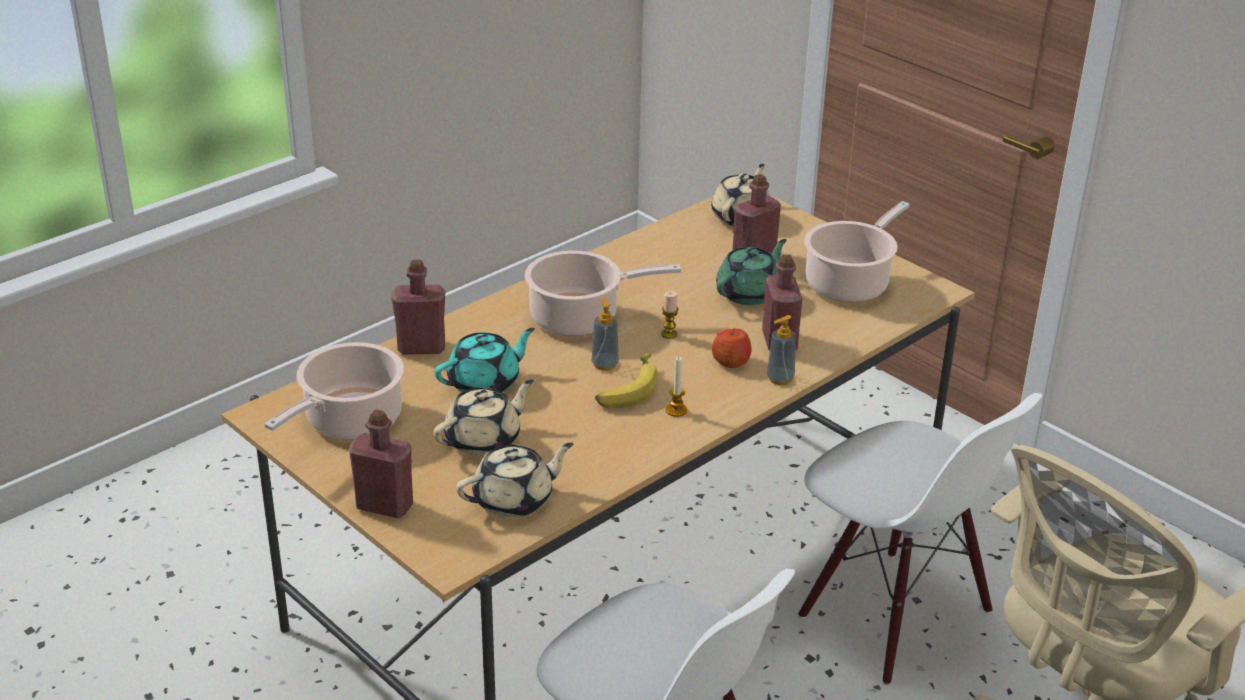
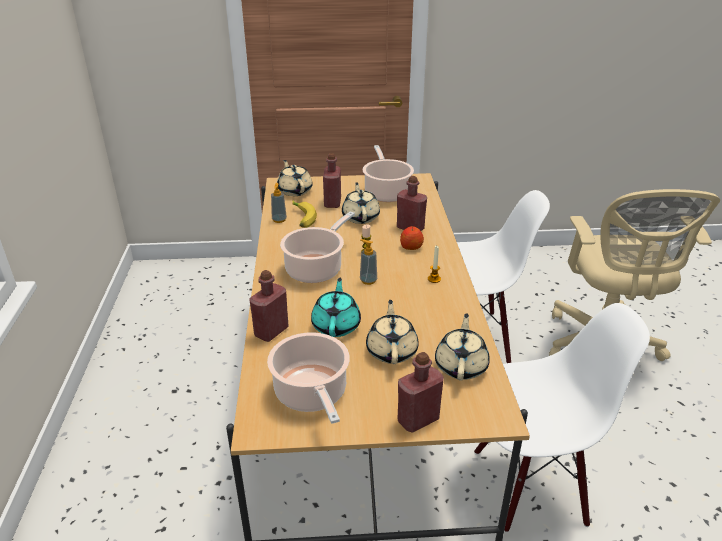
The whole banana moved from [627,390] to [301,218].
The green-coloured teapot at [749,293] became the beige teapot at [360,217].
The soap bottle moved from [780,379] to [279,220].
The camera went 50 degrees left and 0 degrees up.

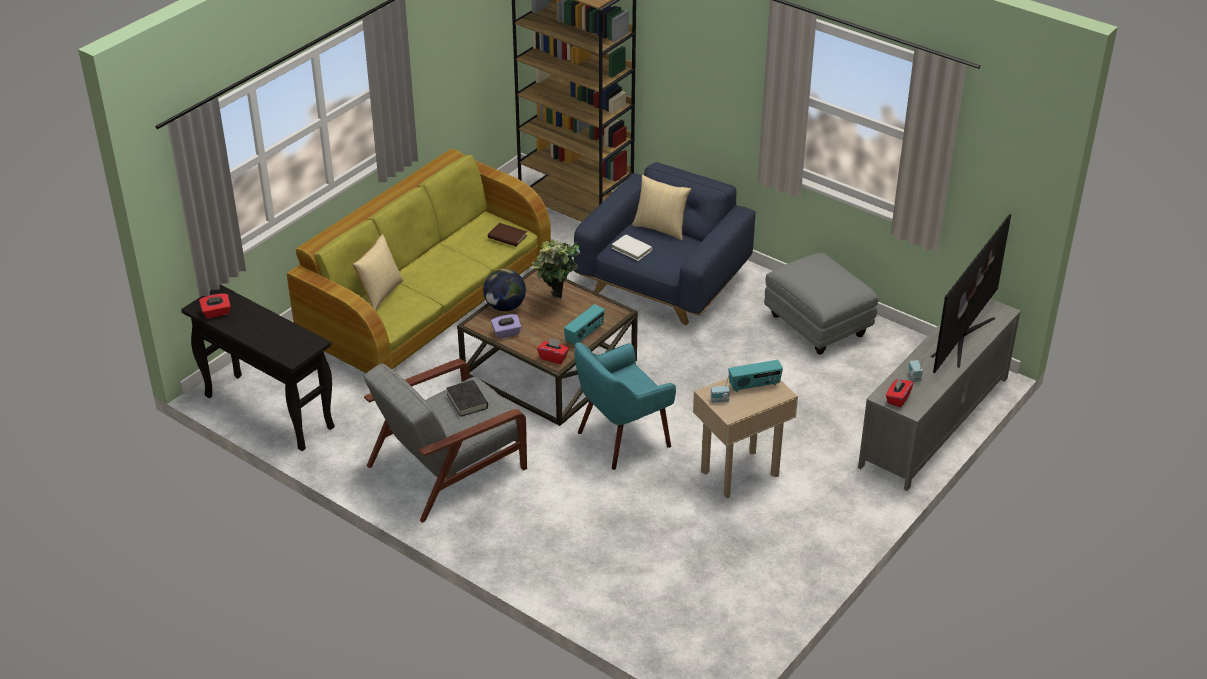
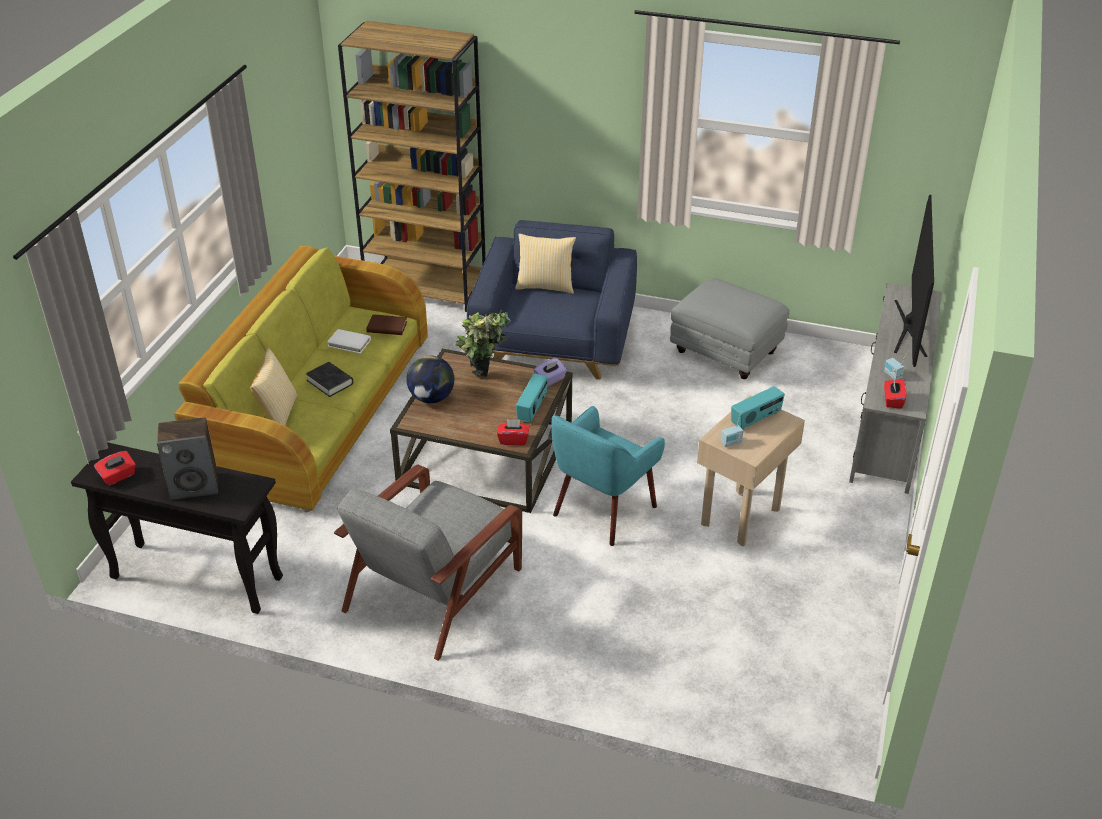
The blackish volume moved from [467,401] to [330,382].
The purplish tissue holder moved from [506,333] to [550,380].
The white volume moved from [632,249] to [349,343].
The audio speaker at [195,485] appeared.
The camera went 20 degrees left and 0 degrees up.

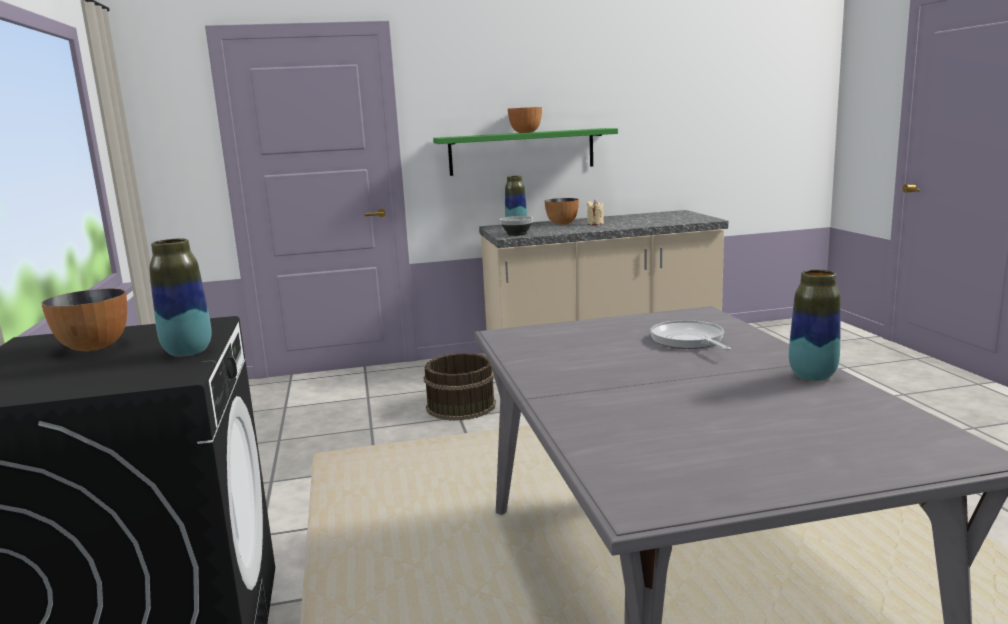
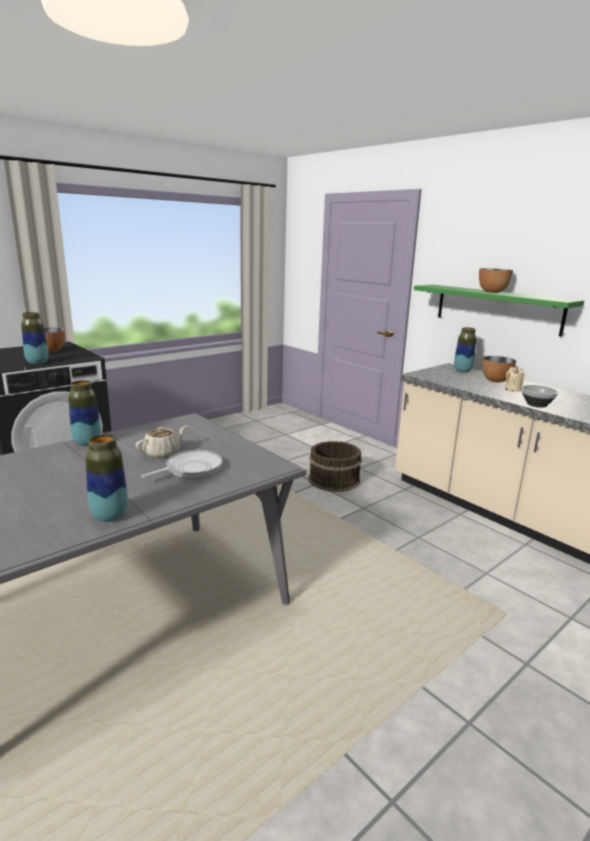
The serving bowl moved from [517,234] to [536,405].
The flower vase at [87,443] appeared.
The beige teapot at [162,453] appeared.
The camera went 60 degrees right and 5 degrees up.

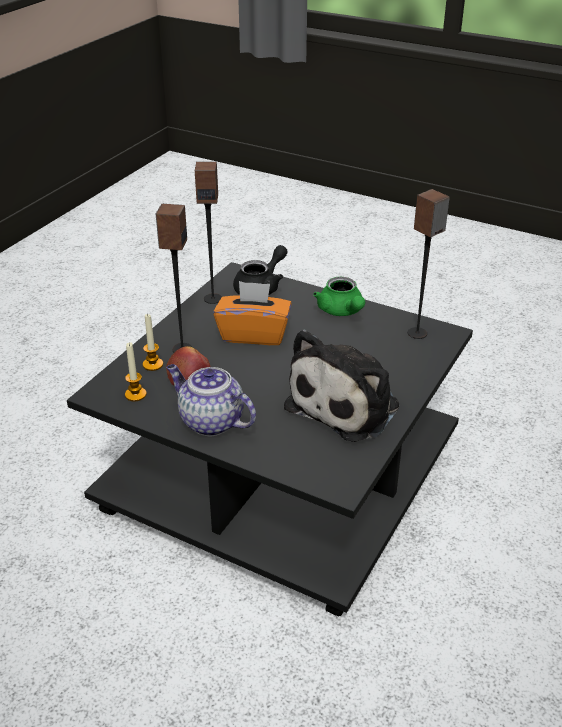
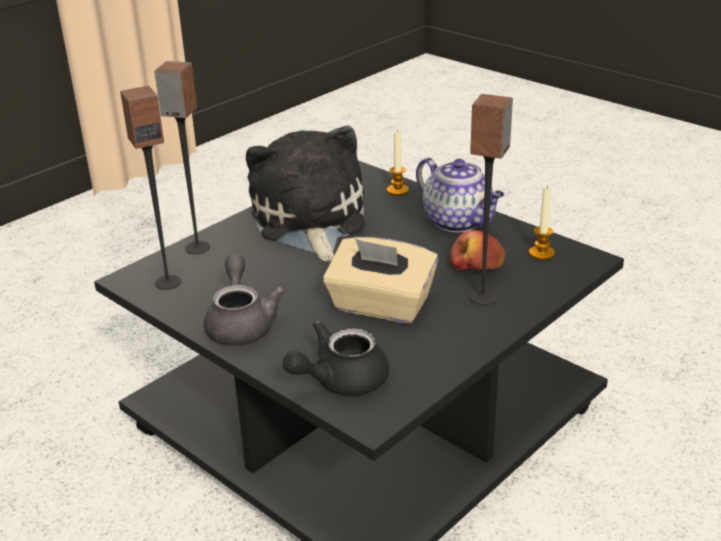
The wax light moved from [153,364] to [397,190].
The audio speaker moved from [213,298] to [197,248].
The orange tissue holder at [254,334] became the beige tissue holder at [380,306].
The plush toy at [347,404] turned 60 degrees counterclockwise.
The green-coloured teapot at [342,311] became the gray teapot at [241,324].
The camera went 165 degrees left and 5 degrees down.

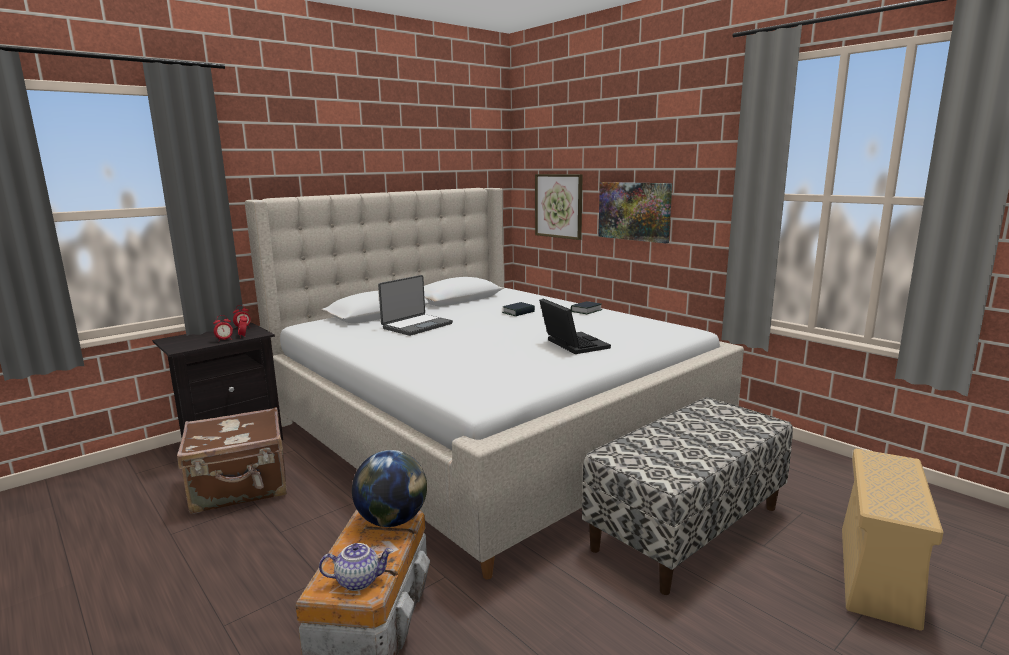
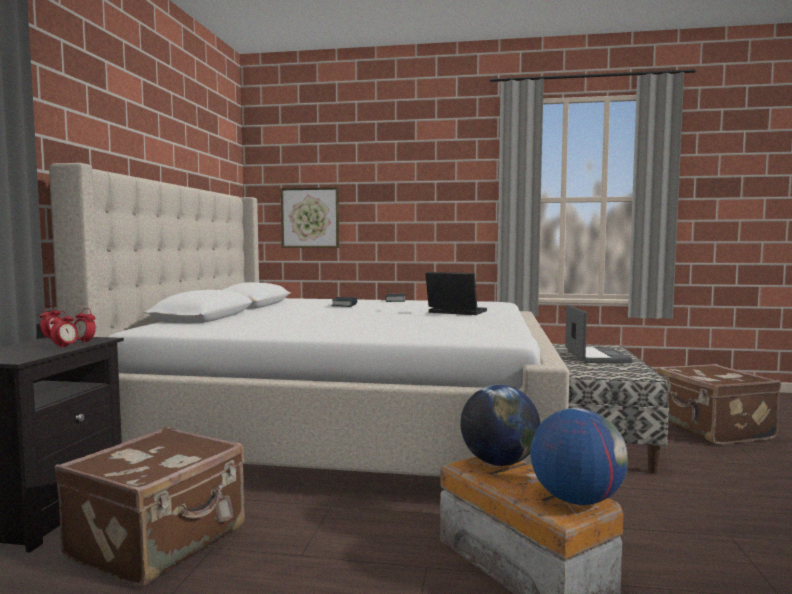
The teapot at [358,580] was replaced by the world globe at [576,500].
The laptop moved from [416,326] to [595,357].
The picture at [634,211] disappeared.
The beige storage bin at [878,576] was replaced by the brown-coloured piece of luggage at [712,430].
The camera went 40 degrees left and 10 degrees down.

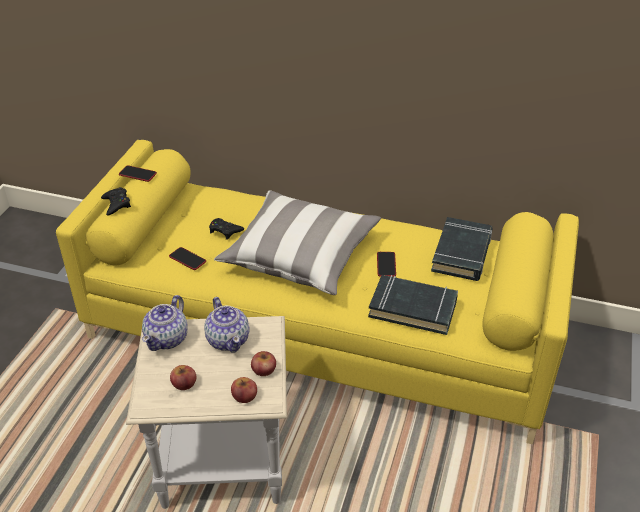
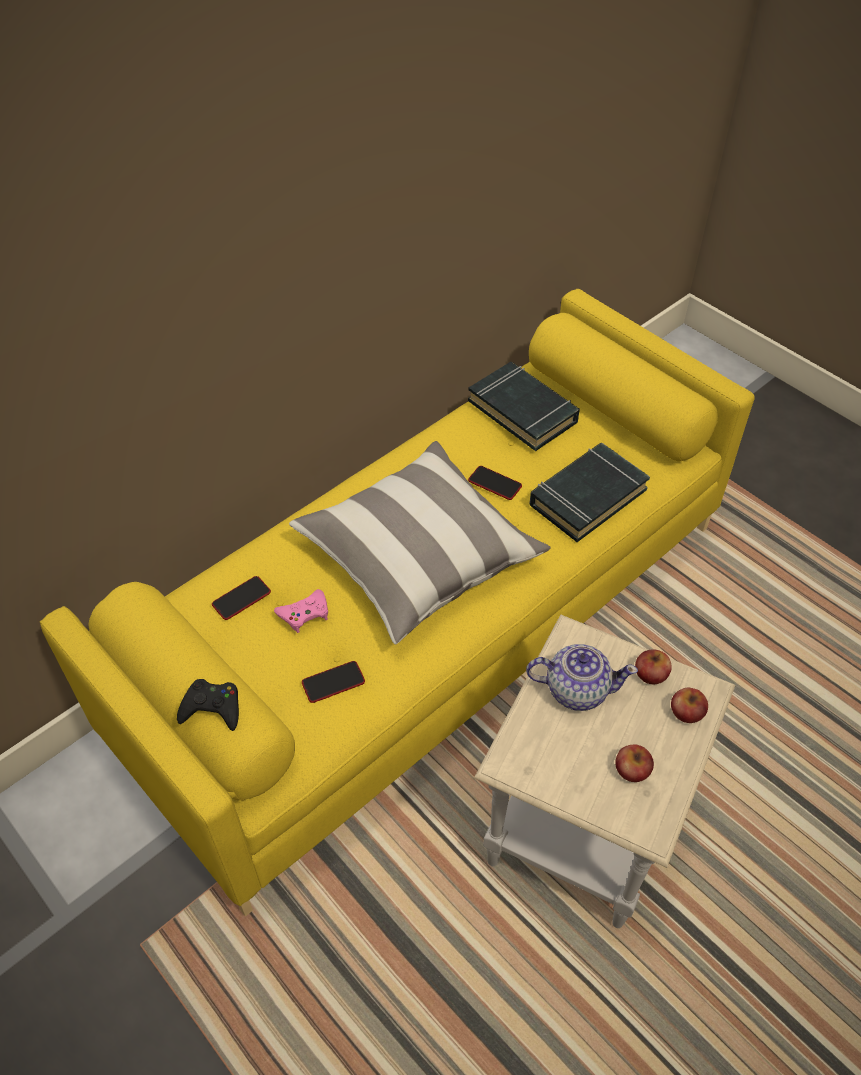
The handset moved from [137,174] to [241,598].
The teapot at [167,338] disappeared.
The blackish joypad at [225,231] became the pink-coloured joypad at [304,613].
The camera went 60 degrees left and 10 degrees up.

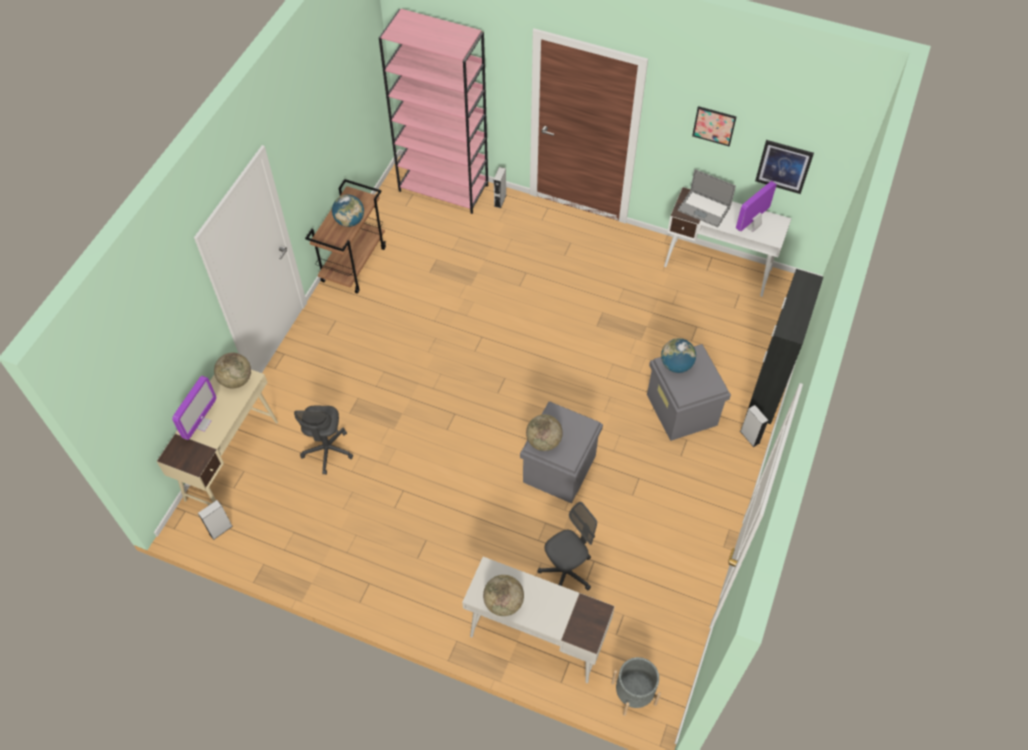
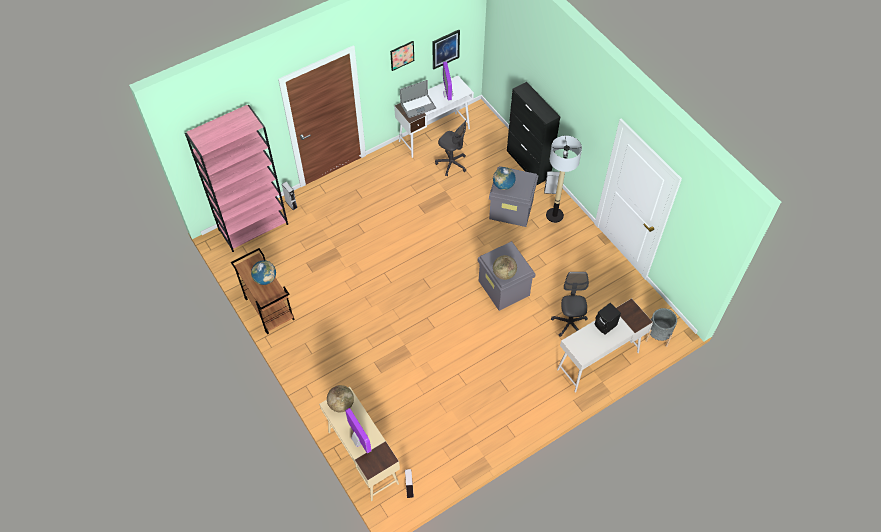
The gray computer chair moved from [328,451] to [451,164].
The world globe at [503,602] disappeared.
The standing lamp at [554,215] appeared.
The blackish audio speaker at [606,325] appeared.
The camera went 55 degrees left and 0 degrees up.

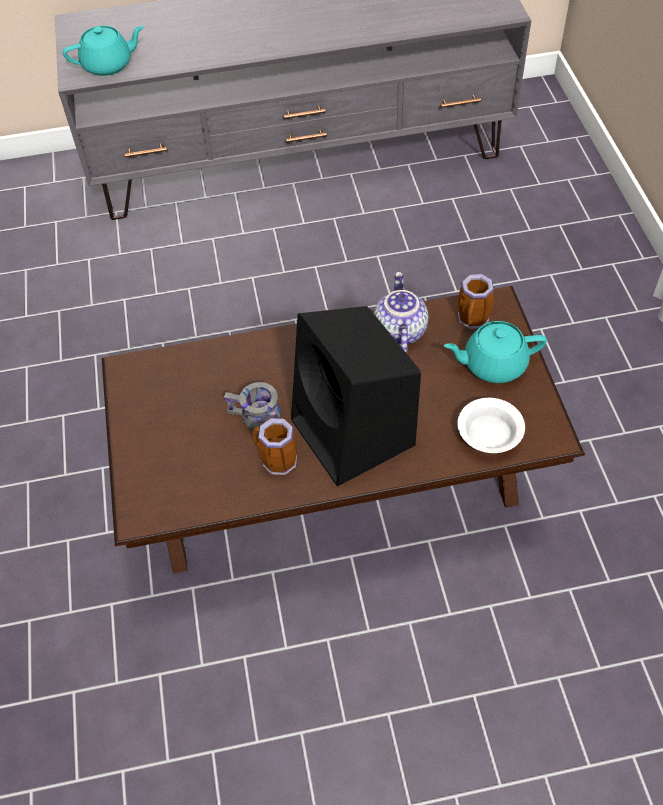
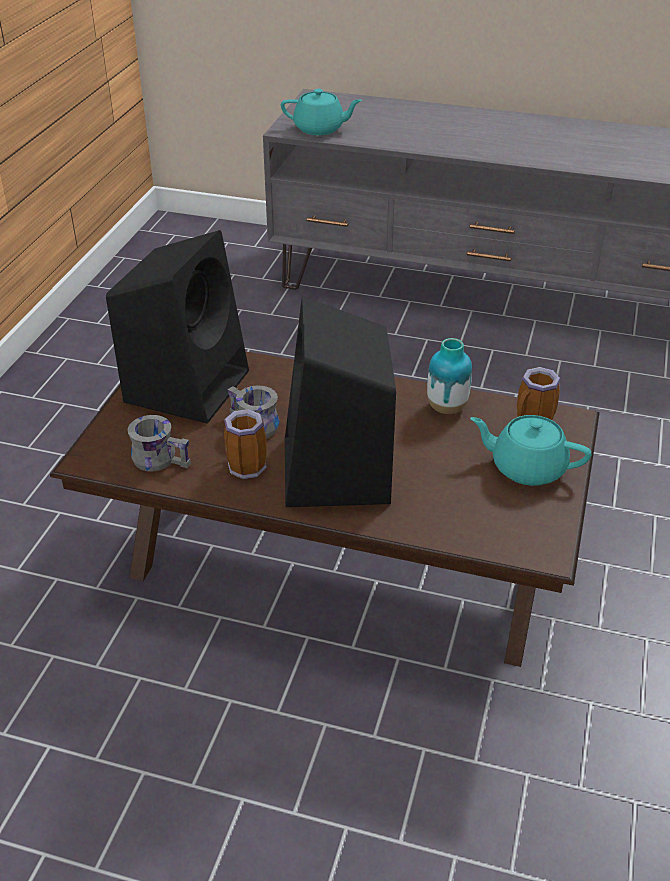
The teapot at [398,331] was replaced by the flower vase at [446,408].
The white serving bowl at [488,436] disappeared.
The blackish audio speaker at [188,384] appeared.
The gray tea mug at [162,458] appeared.
The camera went 25 degrees right and 15 degrees down.

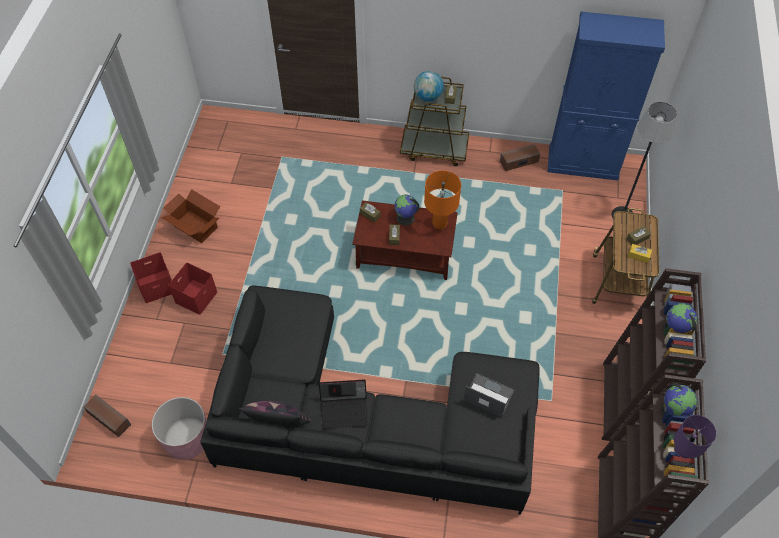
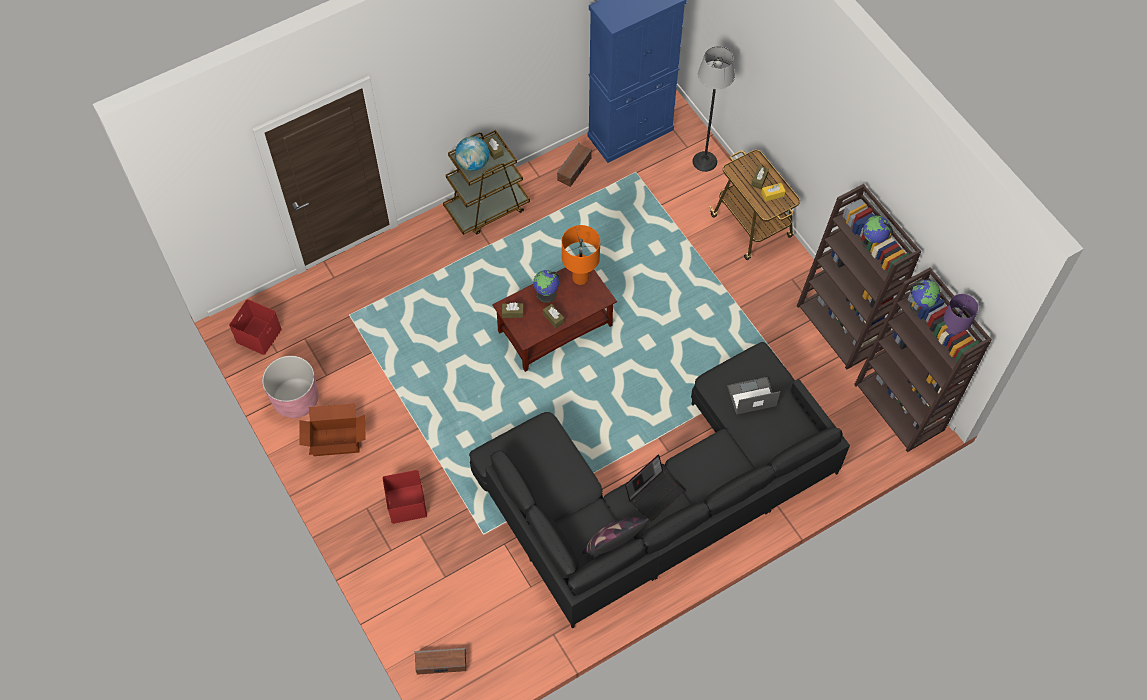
The red storage bin moved from [157,285] to [258,334].
The pink-coloured plant pot moved from [187,439] to [296,399].
The camera went 40 degrees left and 5 degrees up.

